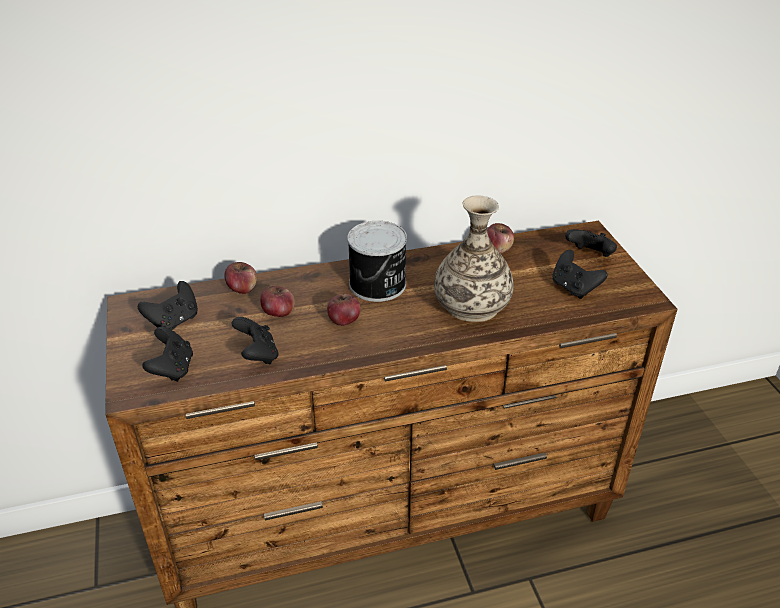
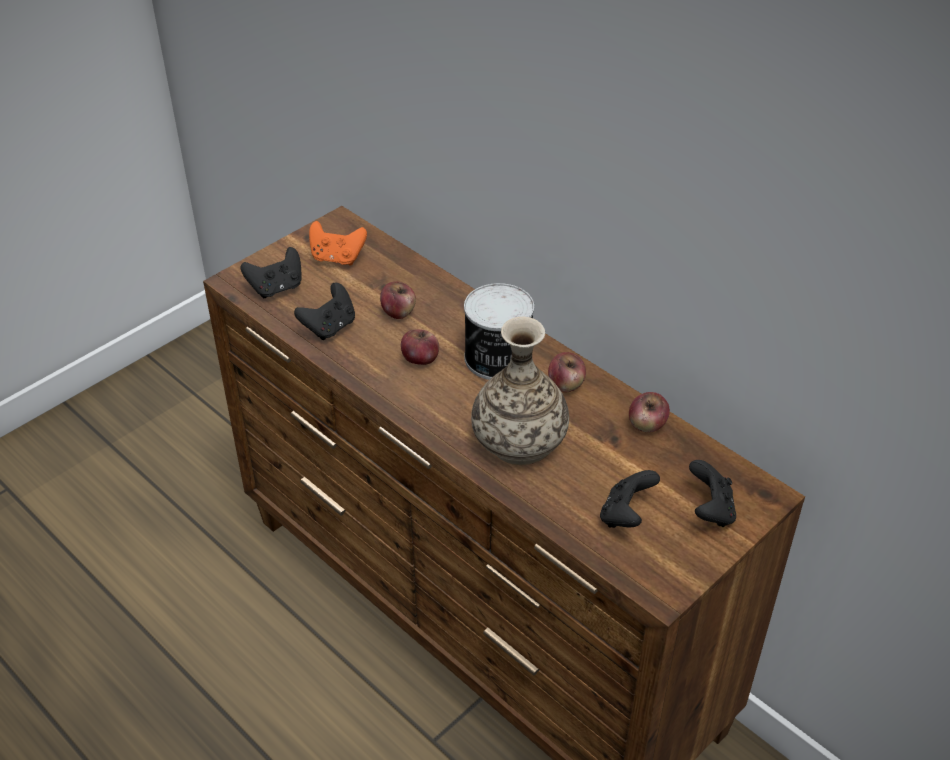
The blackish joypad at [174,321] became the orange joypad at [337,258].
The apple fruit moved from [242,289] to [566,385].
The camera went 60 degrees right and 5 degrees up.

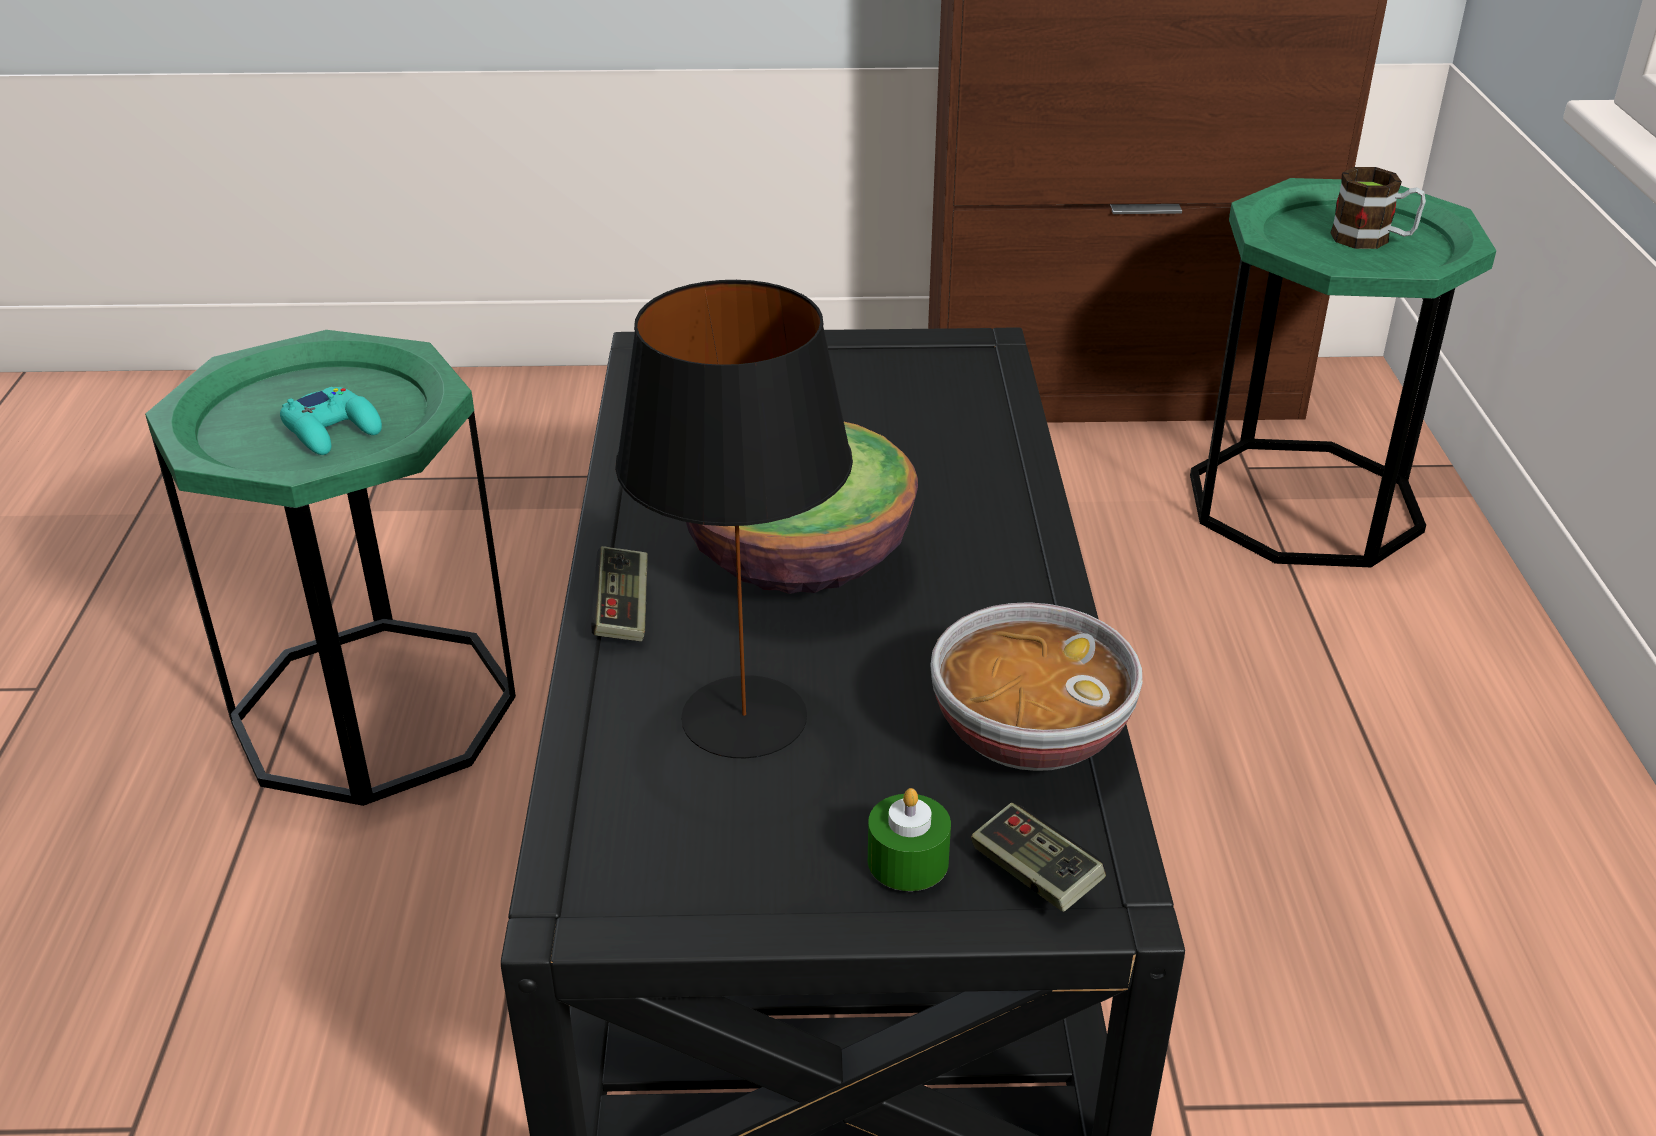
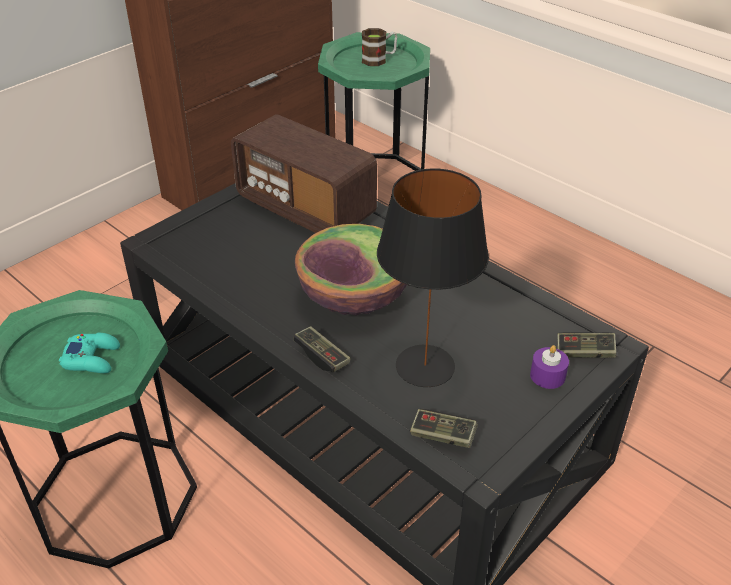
The green-coloured wax light at [908,861] became the purplish wax light at [547,375].
The serving bowl at [1027,733] disappeared.
The radio receiver at [306,208] appeared.
The joypad at [442,436] appeared.
The camera went 45 degrees left and 5 degrees up.

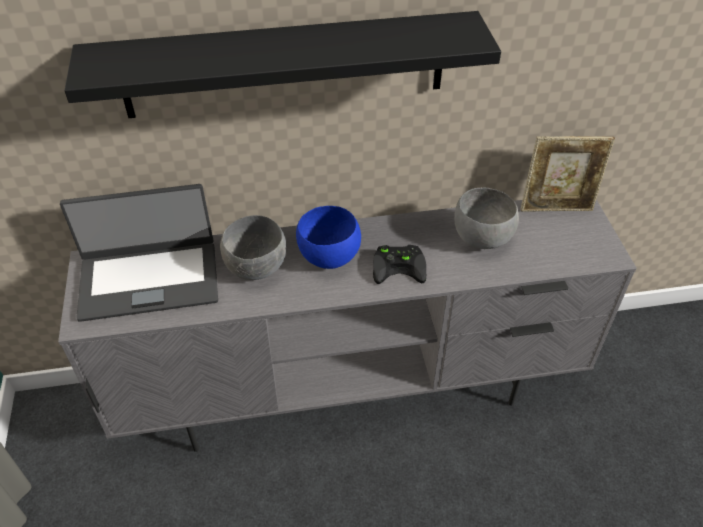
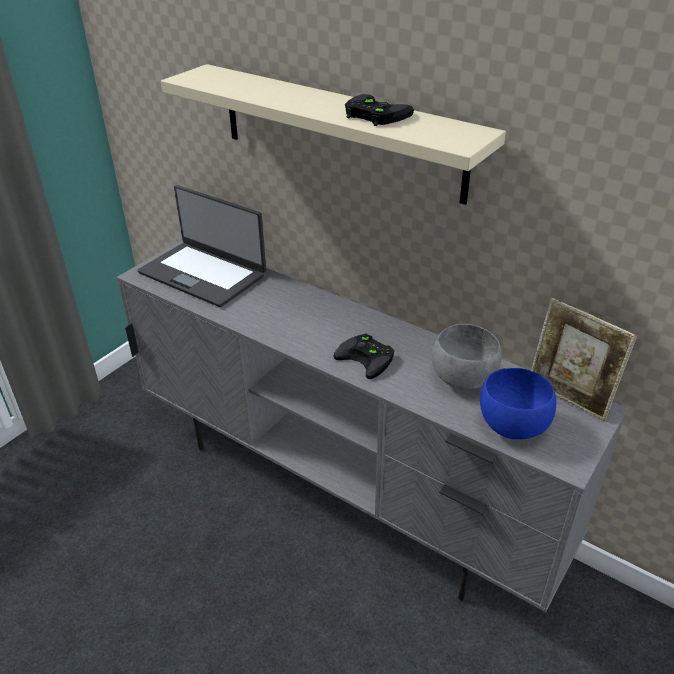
The blackish shelf at [284,65] became the beige shelf at [338,131].
The gray serving bowl at [257,268] disappeared.
The blue-coloured serving bowl moved from [328,257] to [511,426].
The blackish joypad at [373,115] appeared.
The camera went 45 degrees right and 10 degrees down.

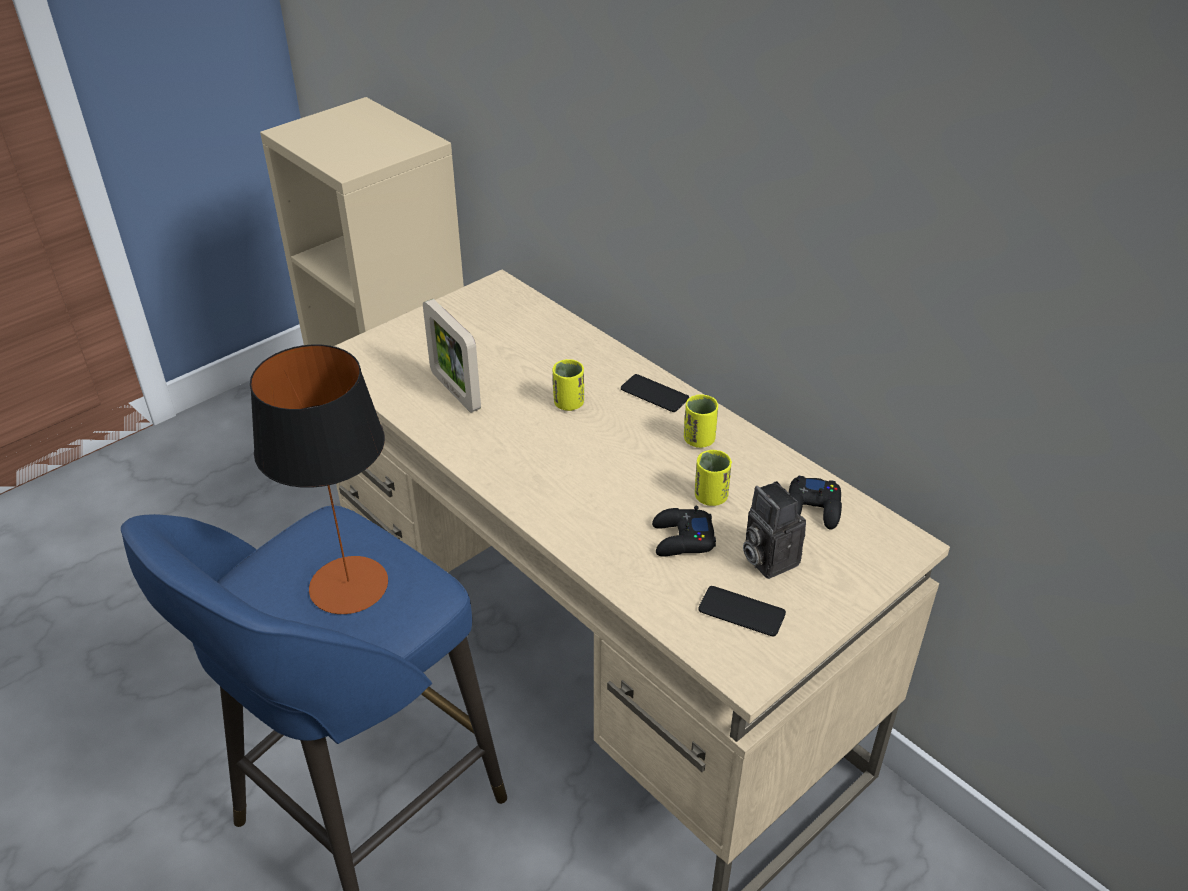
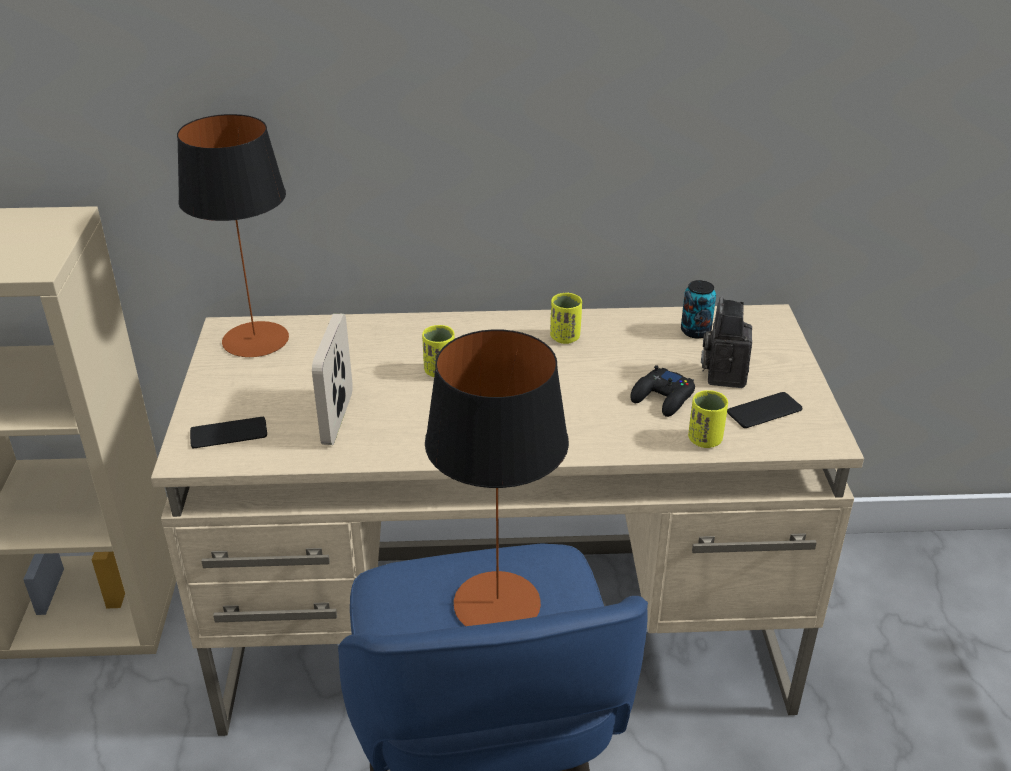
The standing frame at [455,391] turned 90 degrees clockwise.
The handset moved from [654,394] to [228,433].
The yellow drinking cup moved from [710,497] to [705,440].
The photo camera at [766,558] turned 90 degrees clockwise.
The blackish joypad at [813,508] was replaced by the sealed can at [695,331].
The lamp for a table at [255,339] appeared.
The camera went 50 degrees left and 5 degrees down.

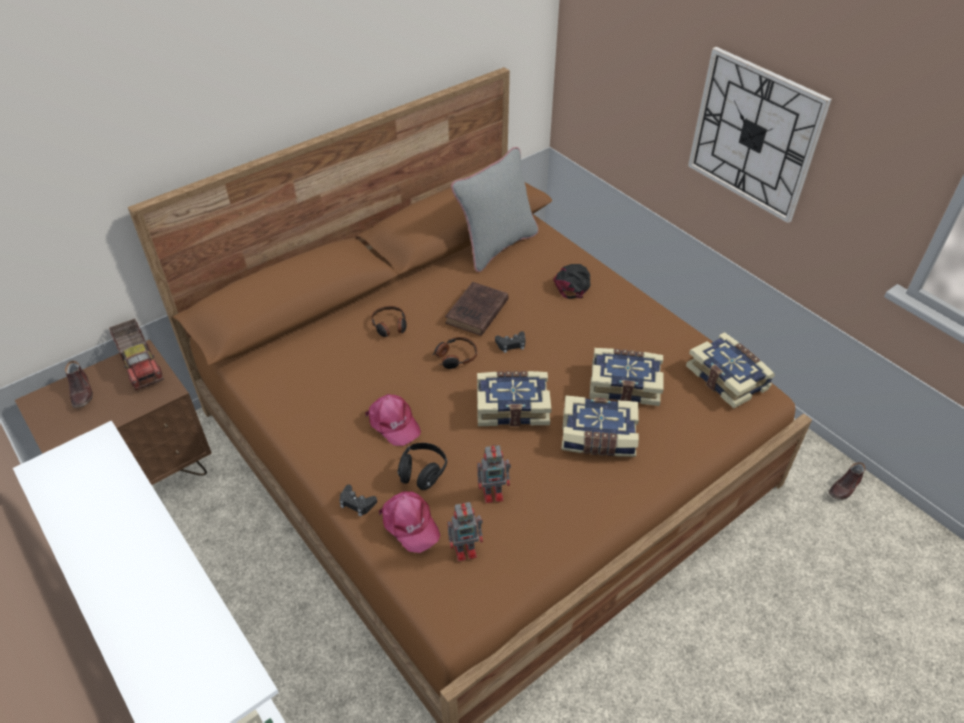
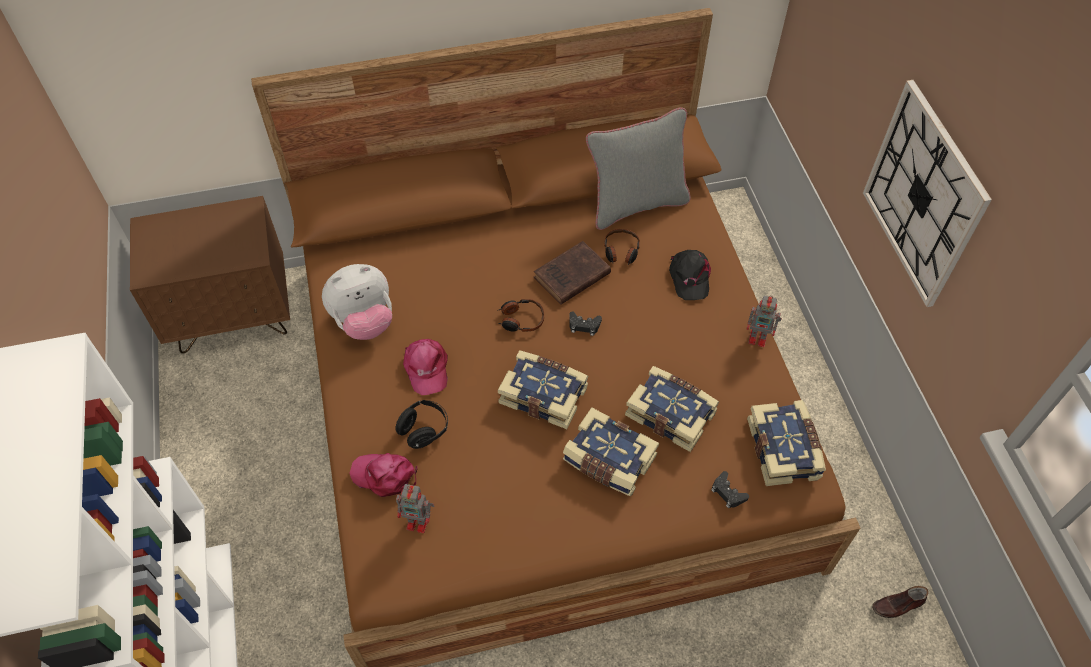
The brown-coloured shoe at [81,391] disappeared.
The toy truck at [141,365] disappeared.
The blackish joypad moved from [357,503] to [728,492].
The pair of headphones moved from [390,326] to [621,251].
The pink-coloured cap at [409,524] turned 120 degrees clockwise.
The toy robot moved from [494,493] to [759,338].
The blackish cap at [573,283] turned 135 degrees clockwise.
The plush toy at [364,321] appeared.
The camera went 25 degrees right and 10 degrees up.

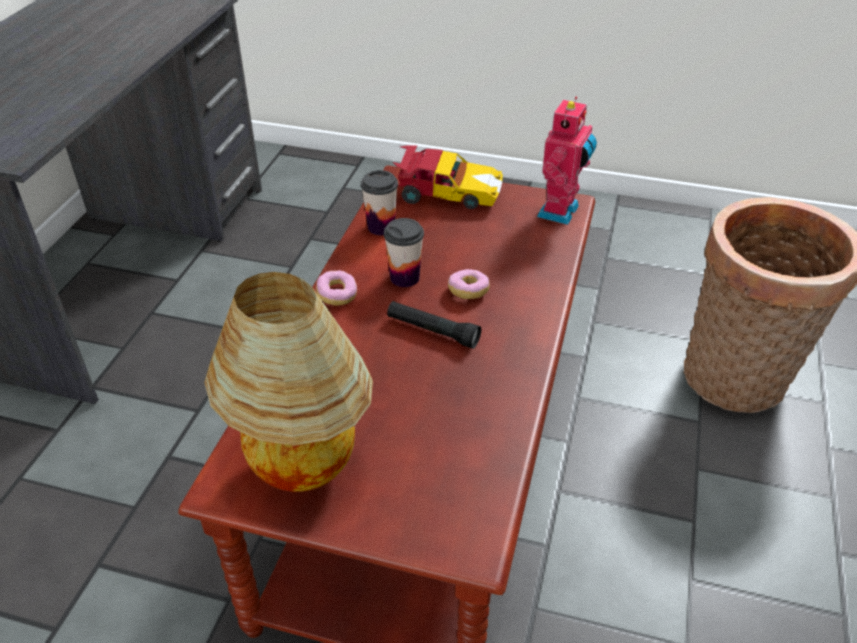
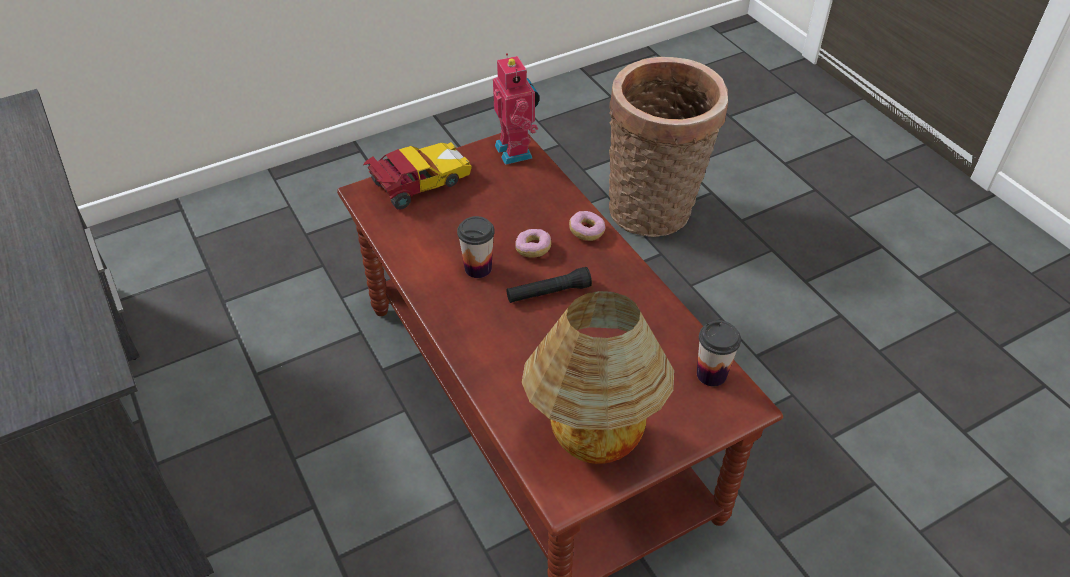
The ring doughnut moved from [337,295] to [586,232].
The drinking cup moved from [381,227] to [711,374].
The camera went 45 degrees left and 5 degrees up.

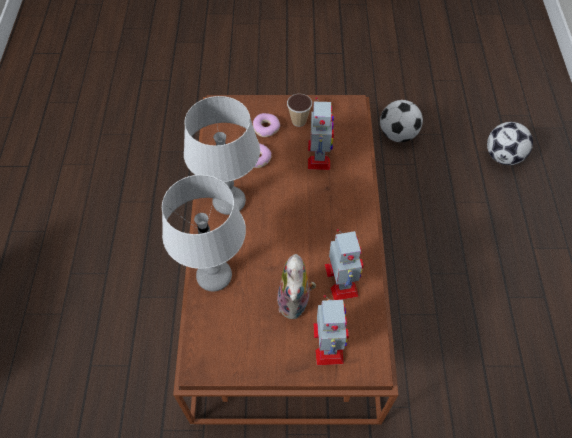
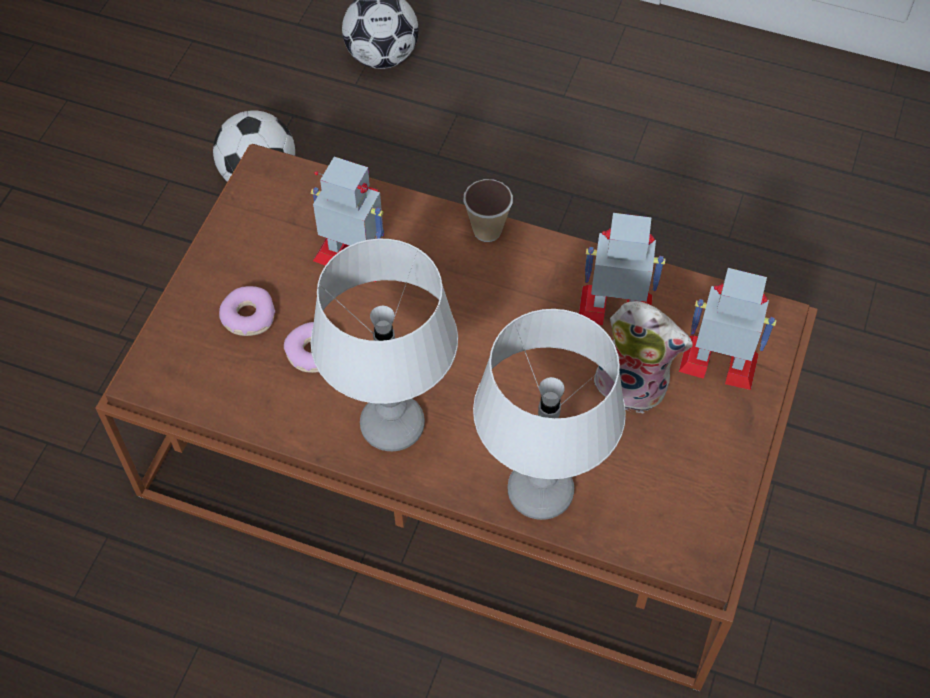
The drinking cup moved from [299,121] to [487,230].
The camera went 70 degrees left and 0 degrees up.

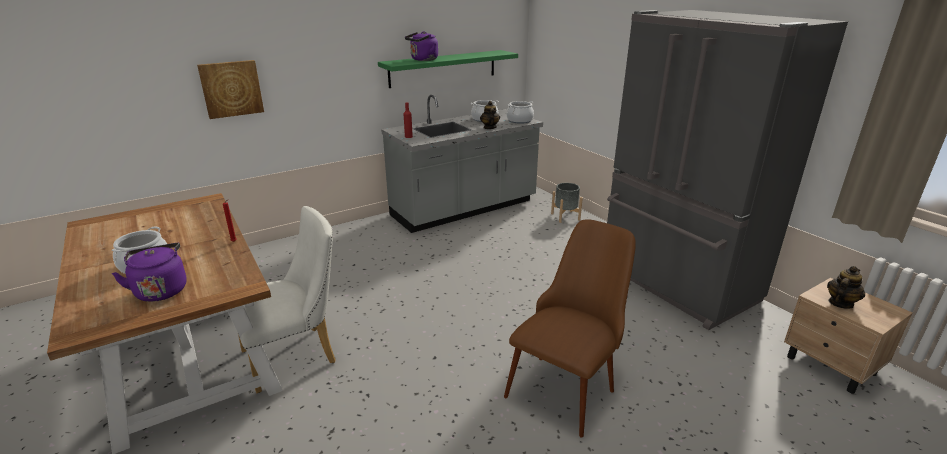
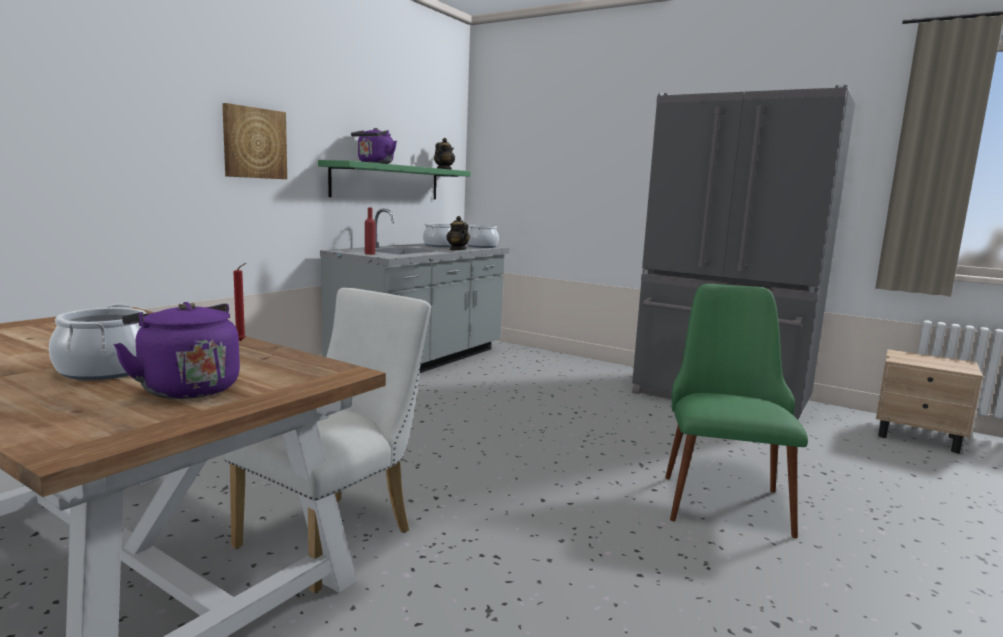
The picture moved from [231,89] to [254,143].
The brown-coloured chair at [567,383] became the green-coloured chair at [722,493].
The gray plant pot at [565,216] disappeared.
The teapot moved from [840,303] to [443,169].
The camera went 25 degrees left and 15 degrees down.

